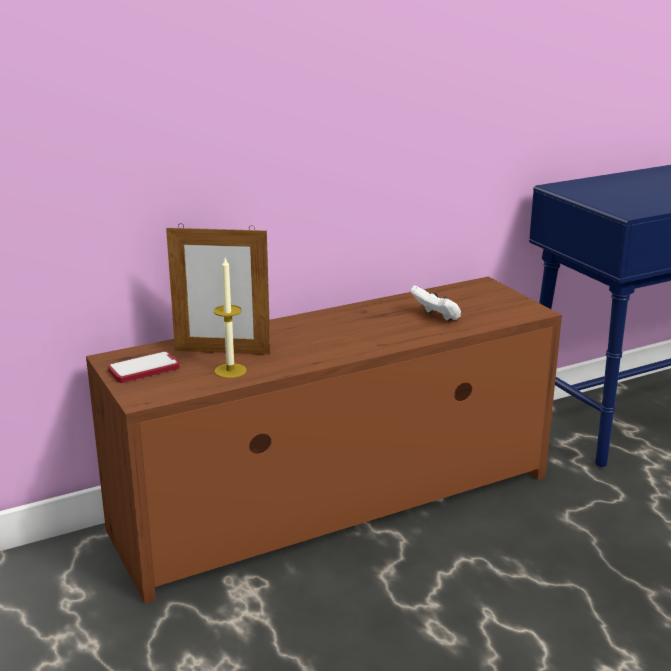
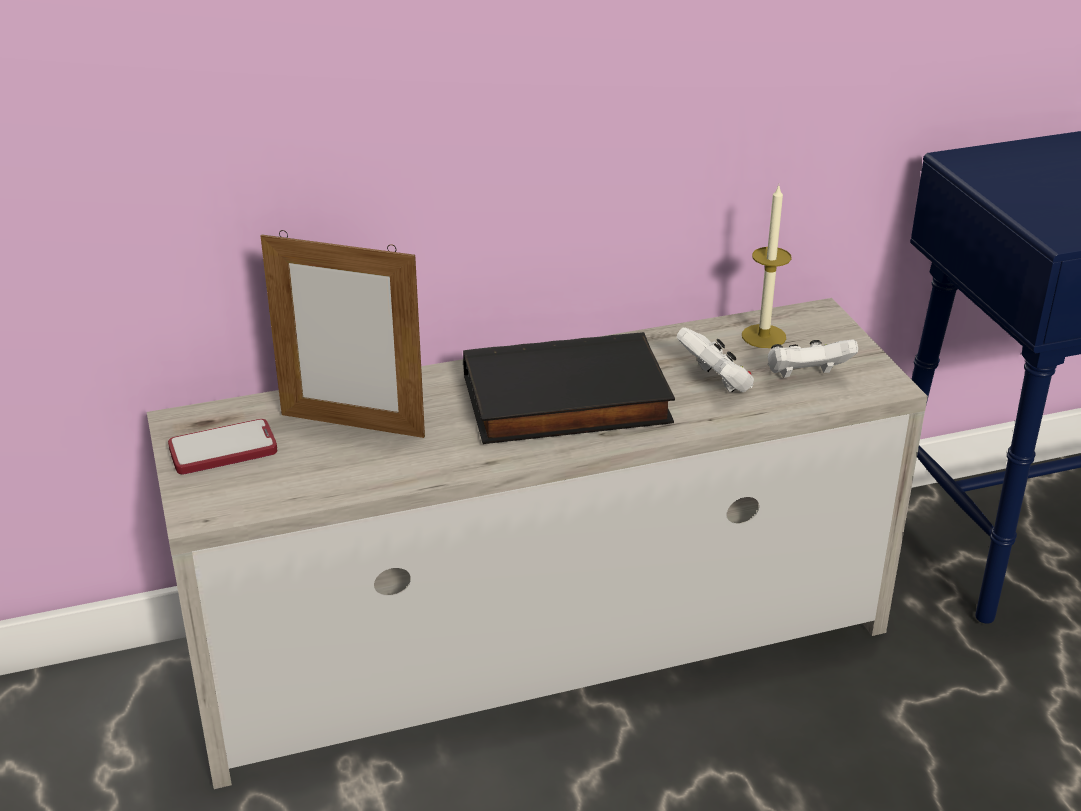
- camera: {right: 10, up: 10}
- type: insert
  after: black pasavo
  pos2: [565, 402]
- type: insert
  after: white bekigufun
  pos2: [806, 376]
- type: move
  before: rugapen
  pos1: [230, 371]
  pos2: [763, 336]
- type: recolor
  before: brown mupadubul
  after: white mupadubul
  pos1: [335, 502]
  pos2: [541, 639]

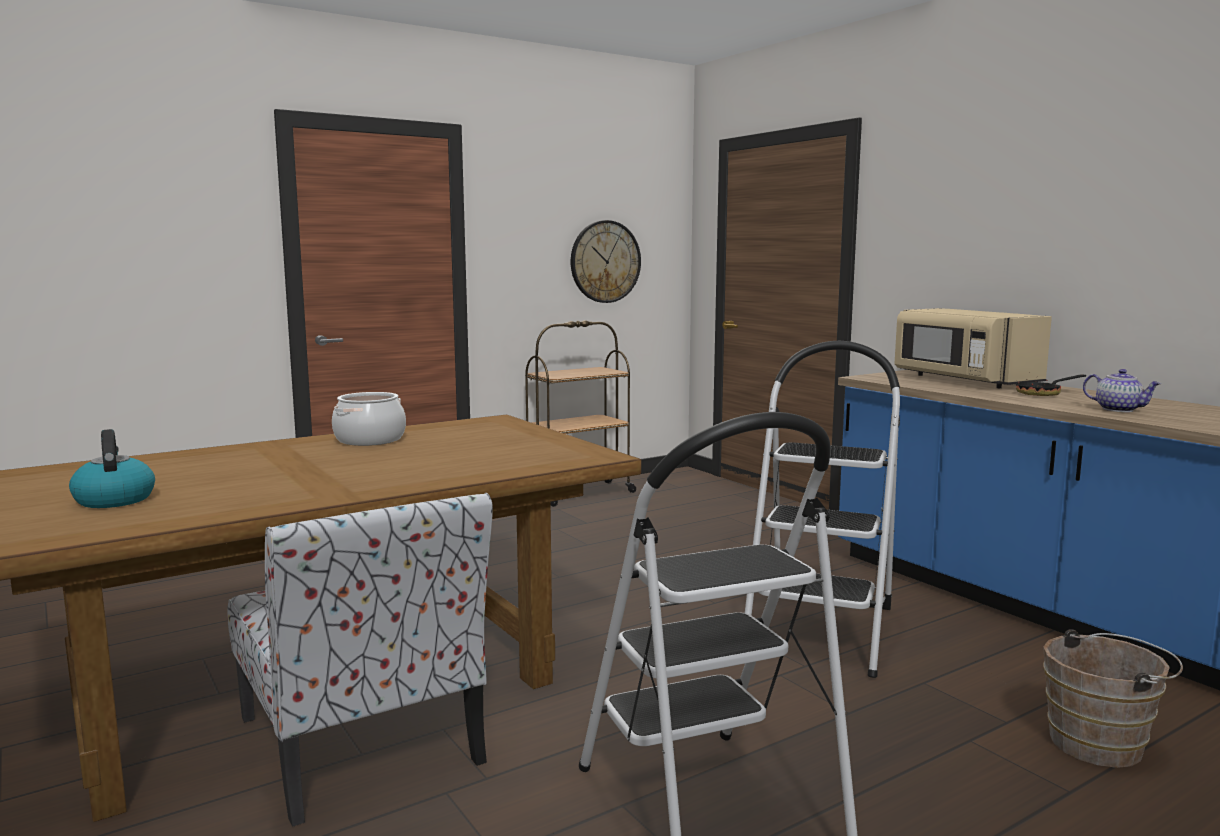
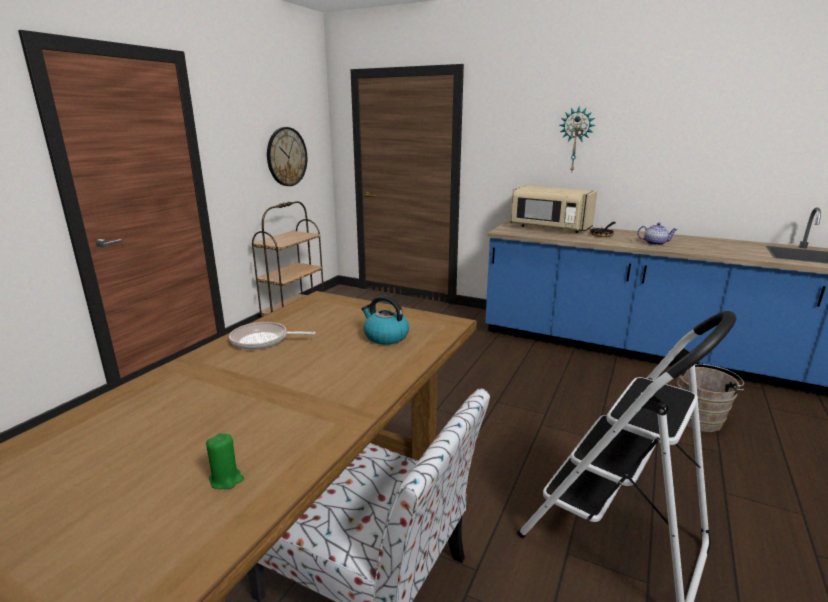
- camera: {right: -30, up: 10}
- type: delete
  before: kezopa
  pos1: [822, 629]
- type: insert
  after: green rugapen
  pos2: [226, 479]
- type: insert
  after: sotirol
  pos2: [575, 140]
- type: move
  before: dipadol
  pos1: [114, 499]
  pos2: [385, 336]
- type: replace
  before: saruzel
  after: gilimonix
  pos1: [370, 440]
  pos2: [263, 340]

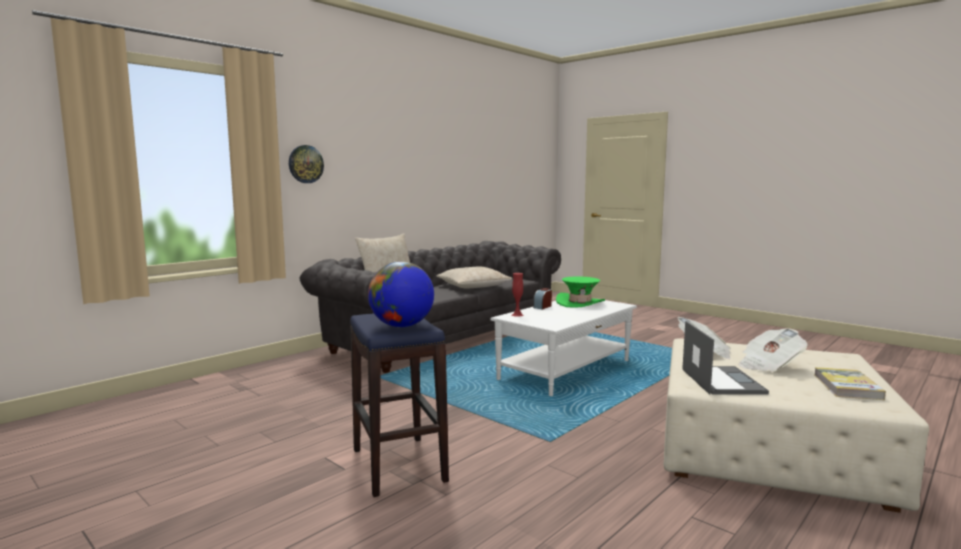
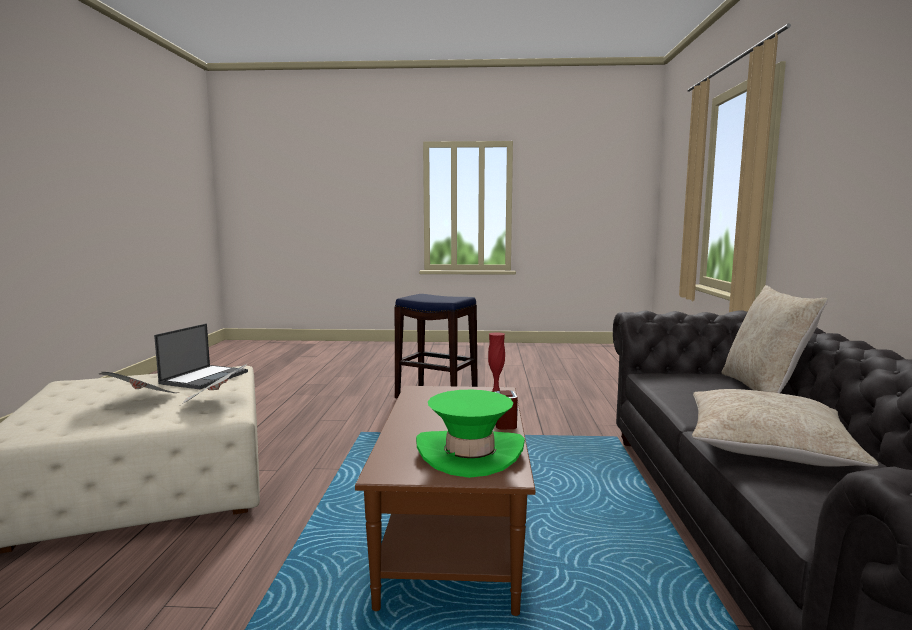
- camera: {right: 140, up: 0}
- type: delete
  before: sotirol
  pos1: [305, 164]
- type: delete
  before: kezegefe
  pos1: [402, 326]
- type: delete
  before: pasavo
  pos1: [847, 386]
- type: recolor
  before: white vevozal
  after: brown vevozal
  pos1: [566, 370]
  pos2: [453, 530]
- type: rotate
  before: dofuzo
  pos1: [721, 381]
  pos2: [205, 377]
  turn: -120

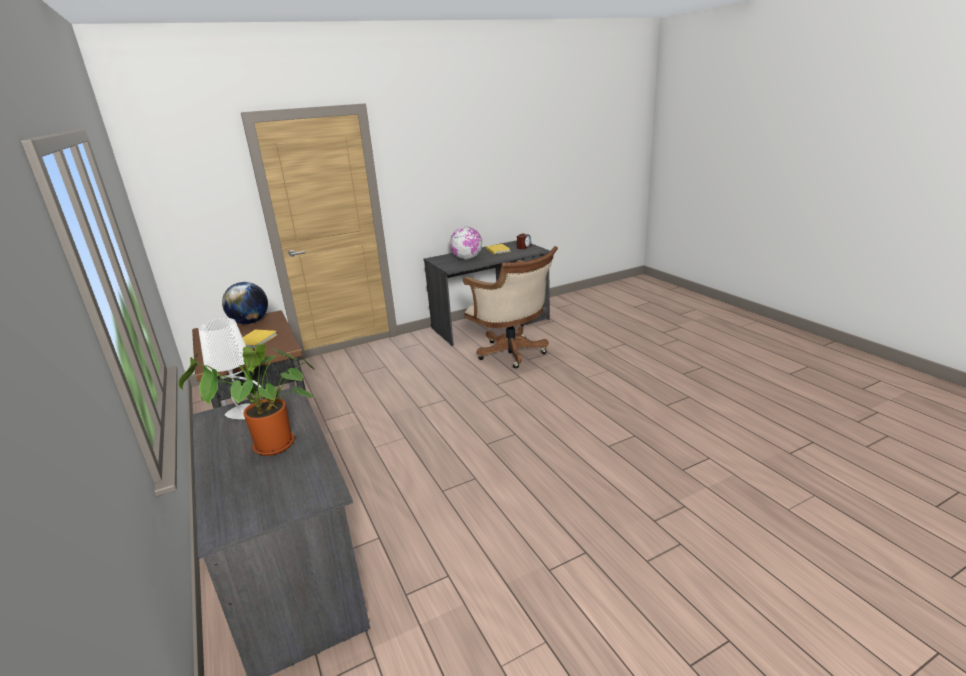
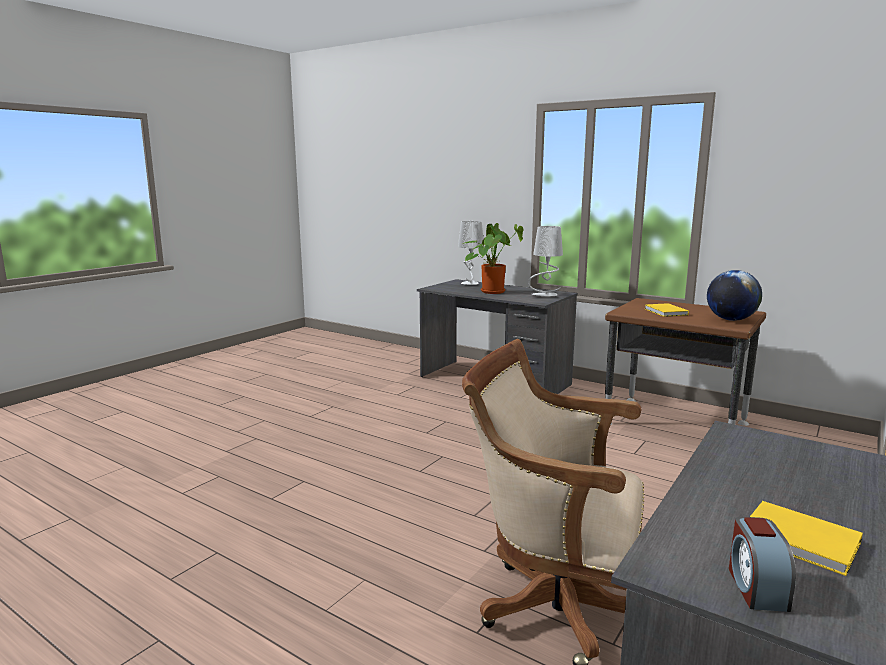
- camera: {right: 150, up: -10}
- type: delete
  before: kezegefe
  pos1: [467, 258]
- type: insert
  after: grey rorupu
  pos2: [470, 283]

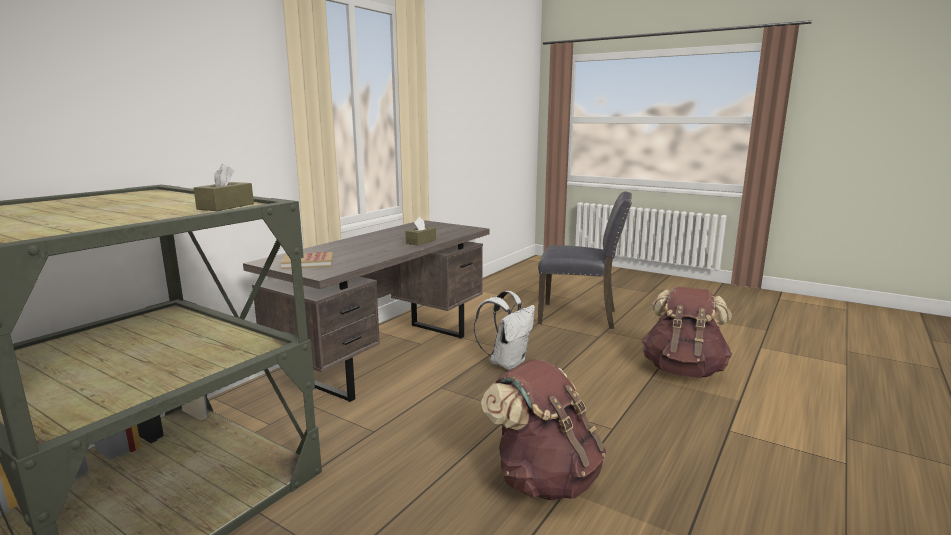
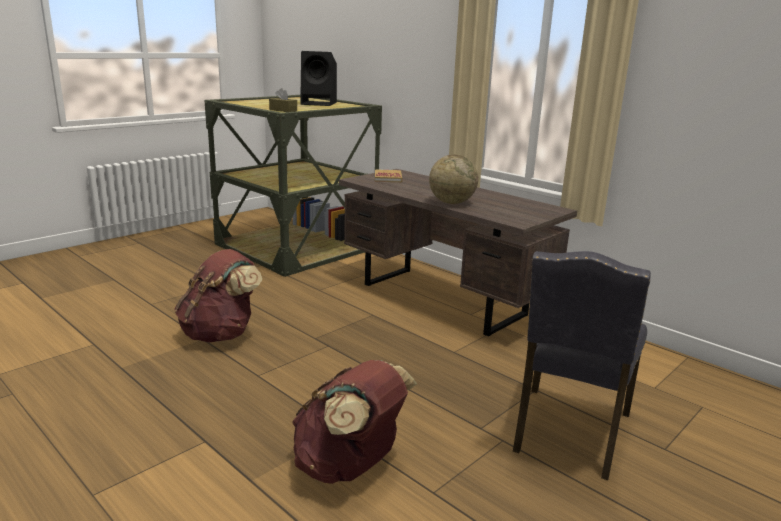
- camera: {right: 100, up: 5}
- type: delete
  before: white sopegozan
  pos1: [507, 362]
- type: insert
  after: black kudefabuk
  pos2: [320, 103]
- type: replace
  before: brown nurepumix
  after: kezegefe
  pos1: [421, 242]
  pos2: [451, 202]

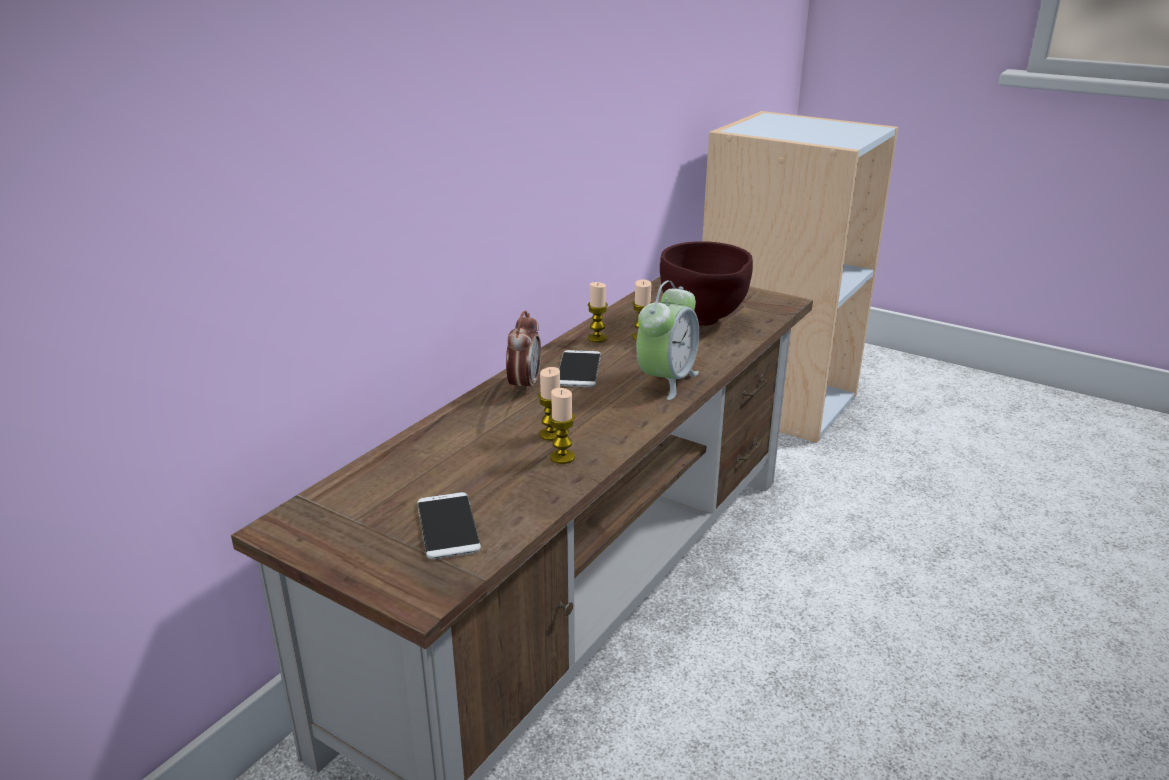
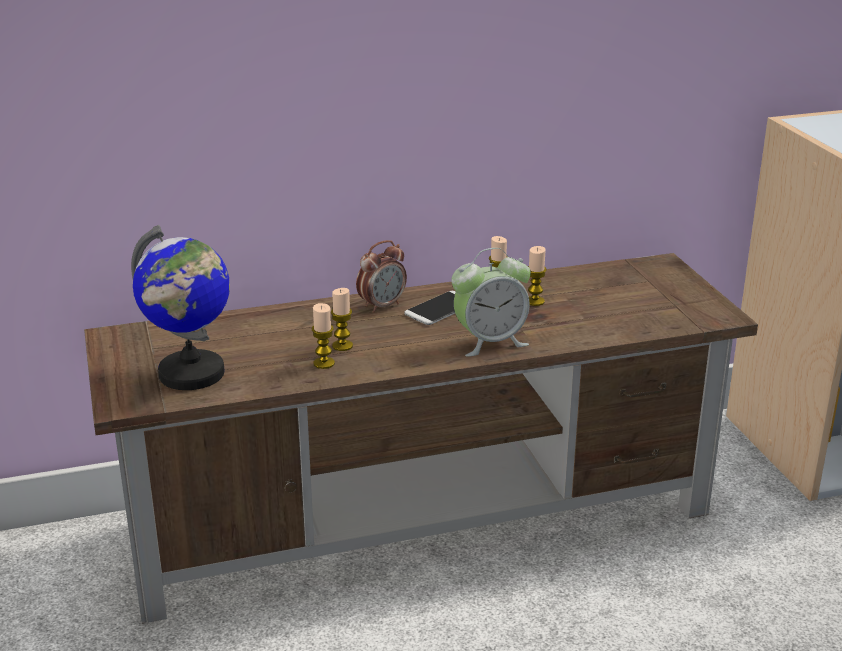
- camera: {right: 40, up: 0}
- type: delete
  before: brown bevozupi
  pos1: [703, 322]
- type: replace
  before: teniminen
  after: kezegefe
  pos1: [448, 526]
  pos2: [191, 374]

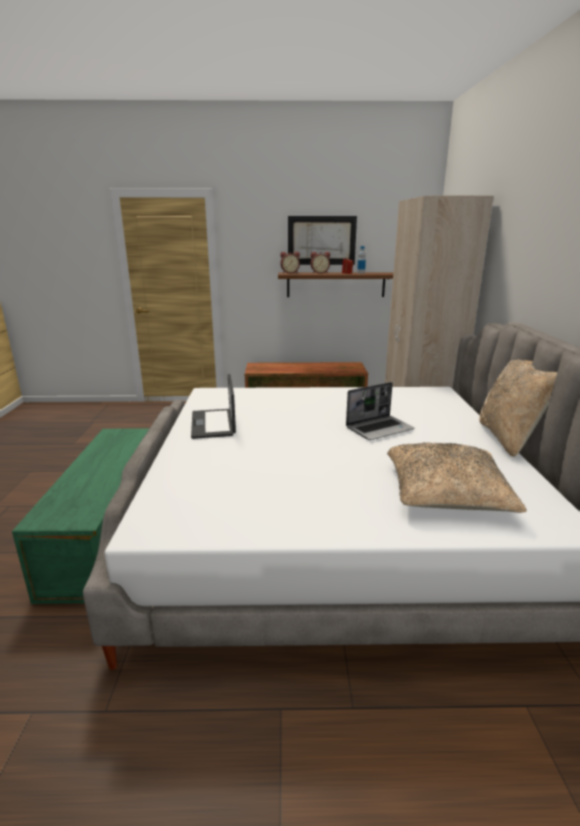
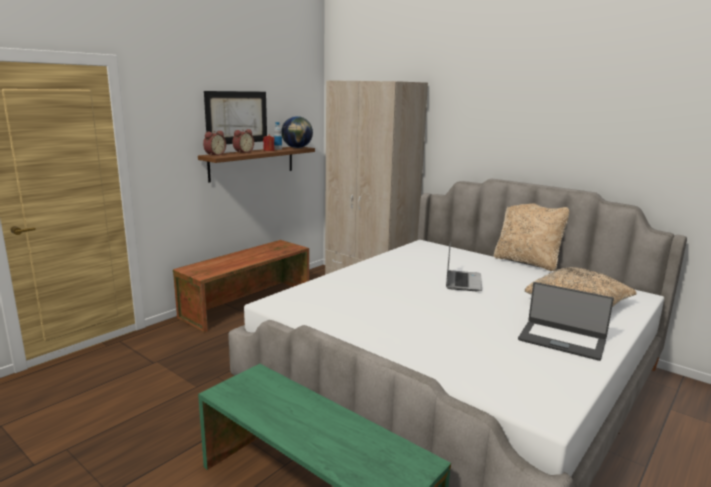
- camera: {right: -50, up: -5}
- type: insert
  after: kezegefe
  pos2: [297, 148]
- type: move
  before: dofuzo
  pos1: [214, 424]
  pos2: [562, 340]

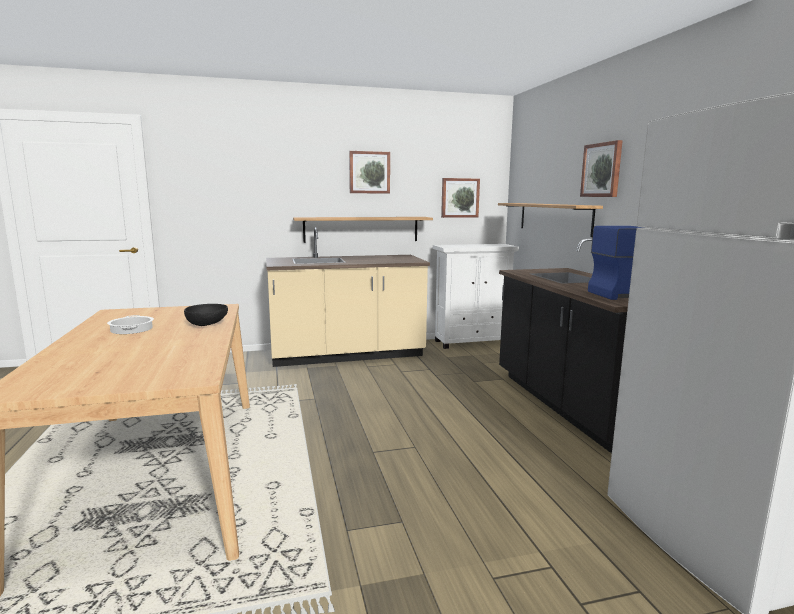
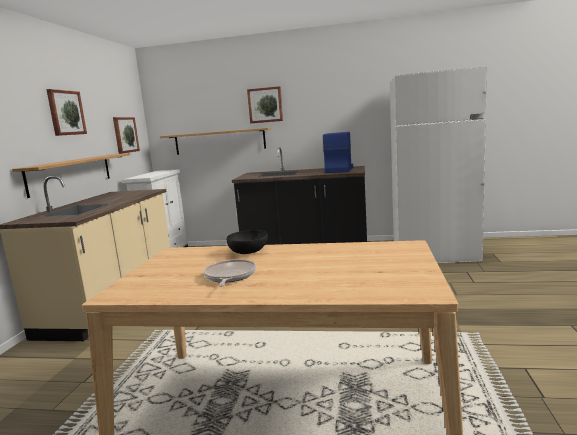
- camera: {right: -65, up: 0}
- type: replace
  before: saruzel
  after: gilimonix
  pos1: [131, 329]
  pos2: [230, 276]

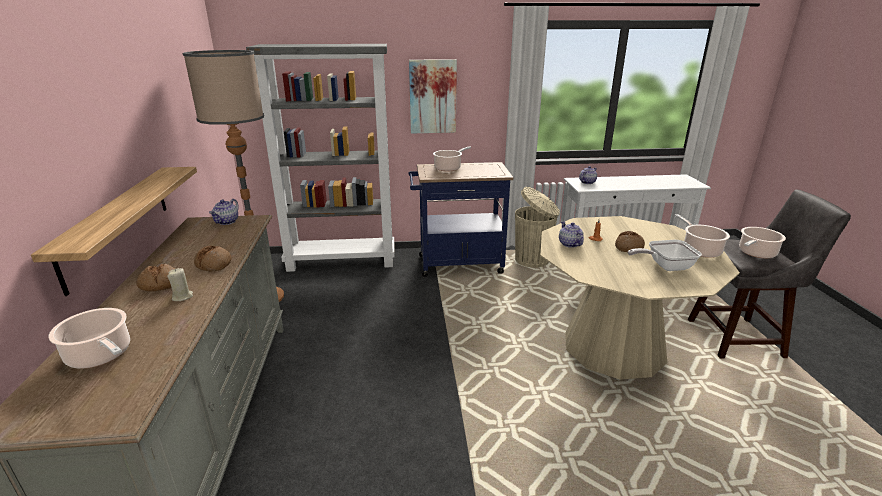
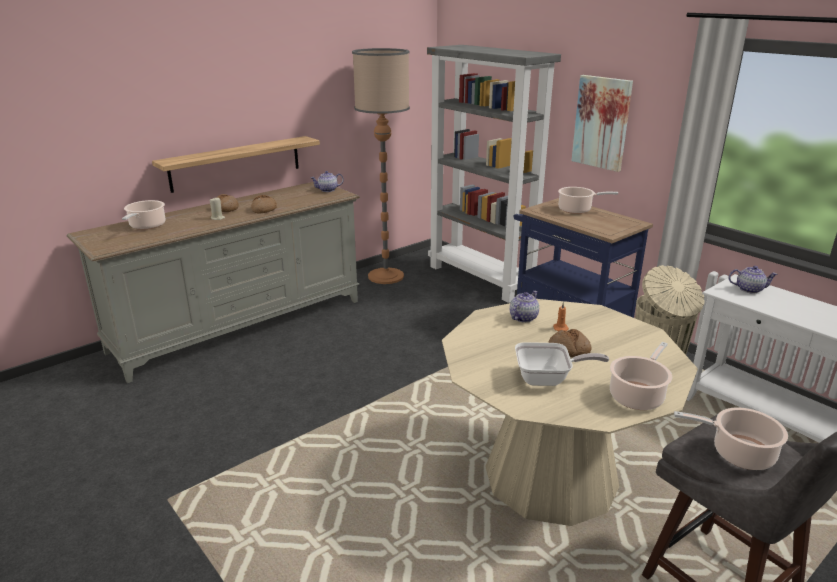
- camera: {right: 55, up: 0}
- type: rotate
  before: gilimonix
  pos1: [665, 266]
  pos2: [548, 379]
  turn: 135

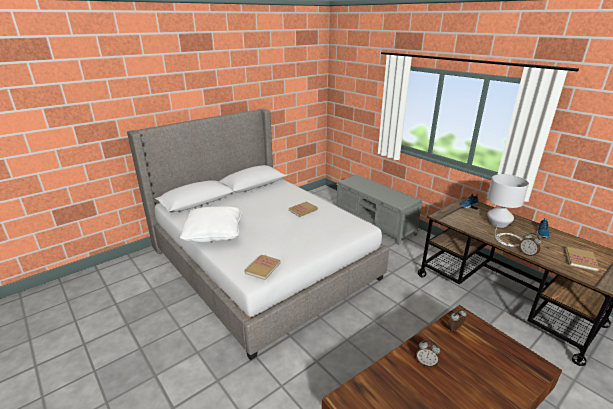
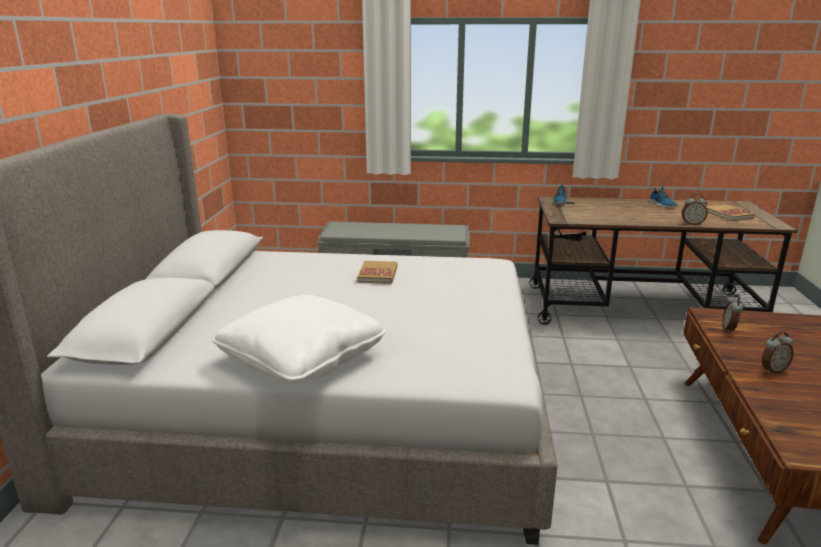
- camera: {right: -45, up: -5}
- type: delete
  before: pasavo
  pos1: [262, 268]
- type: delete
  before: white rorupu
  pos1: [502, 229]

